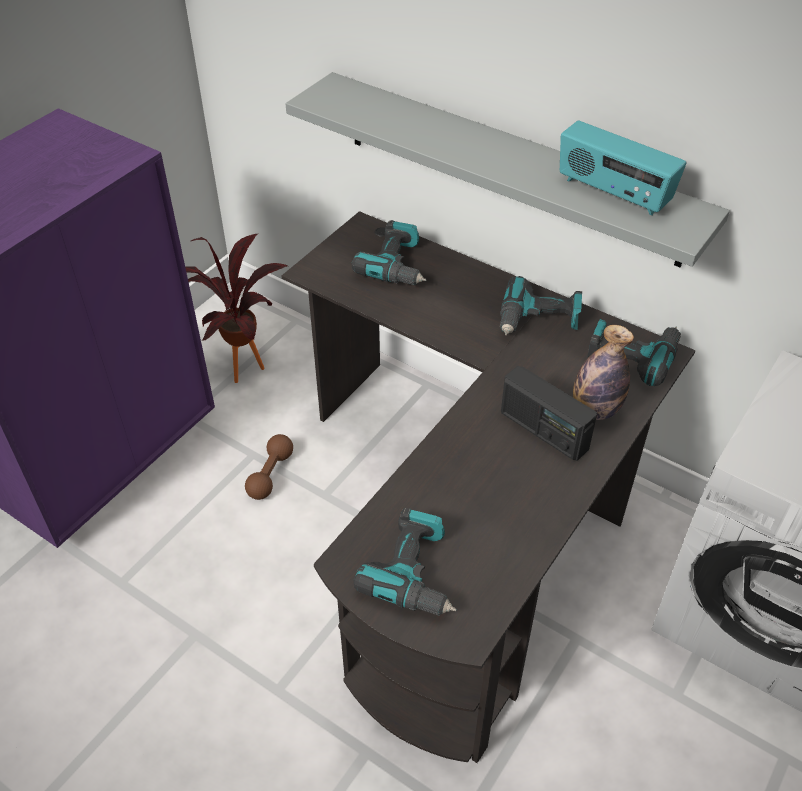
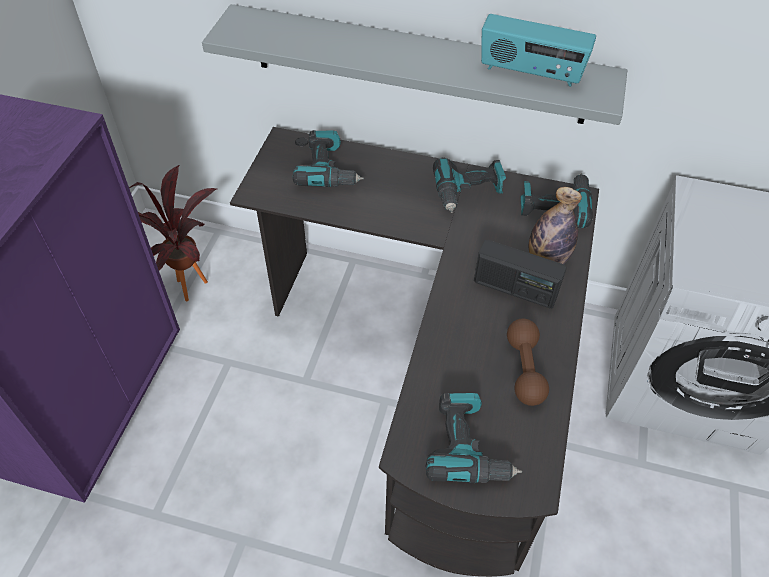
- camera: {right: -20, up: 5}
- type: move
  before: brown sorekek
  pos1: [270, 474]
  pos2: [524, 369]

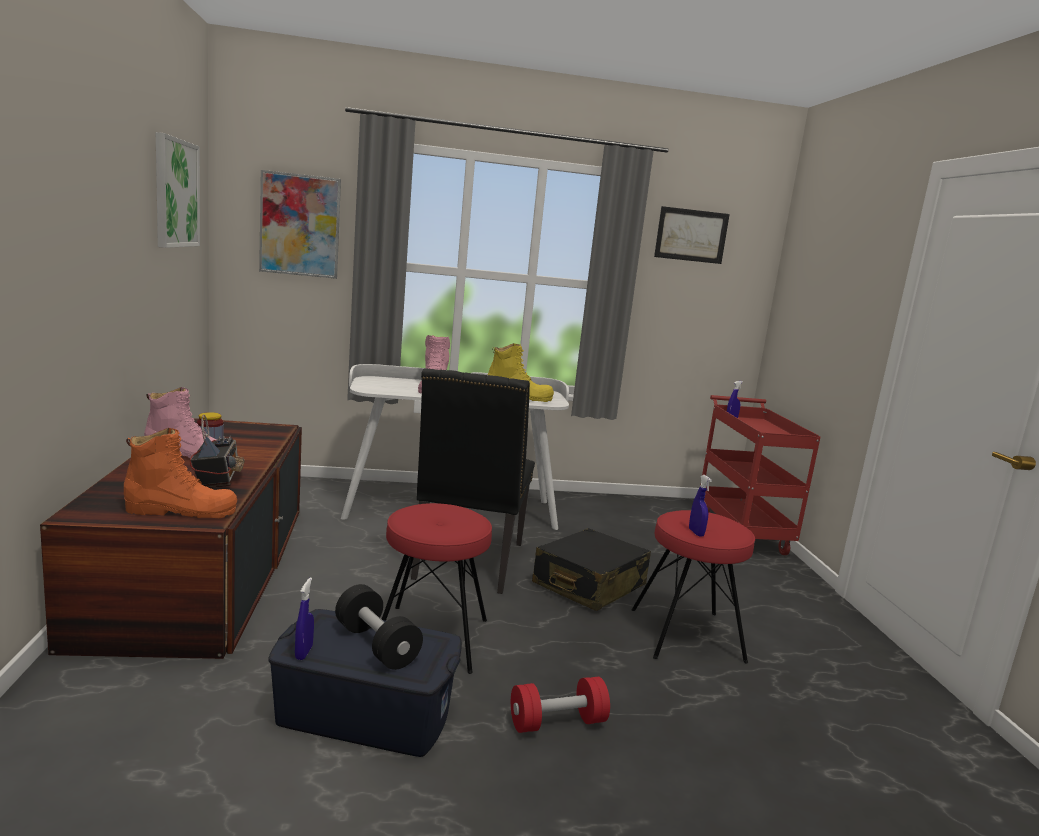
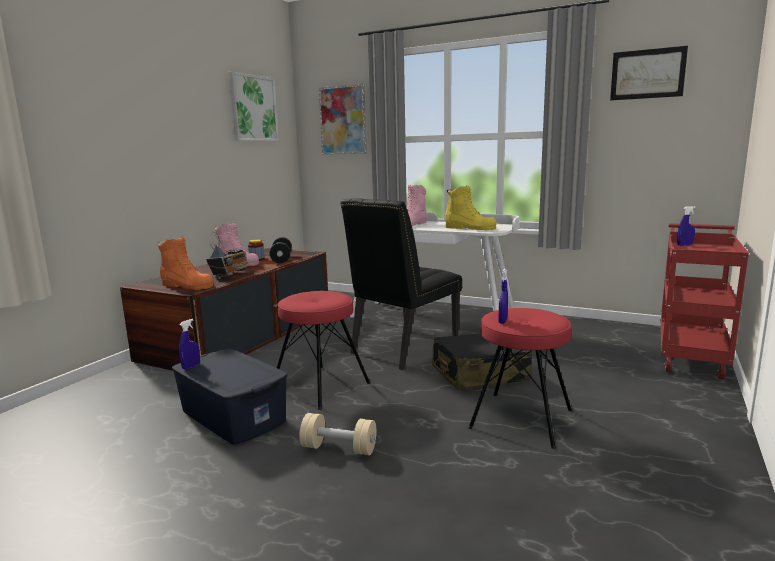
- camera: {right: 35, up: 0}
- type: move
  before: black sorekek
  pos1: [376, 645]
  pos2: [281, 259]
- type: recolor
  before: red sorekek
  after: beige sorekek
  pos1: [557, 722]
  pos2: [339, 448]

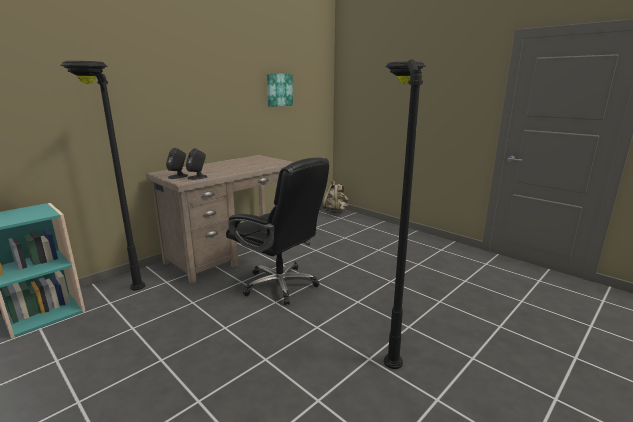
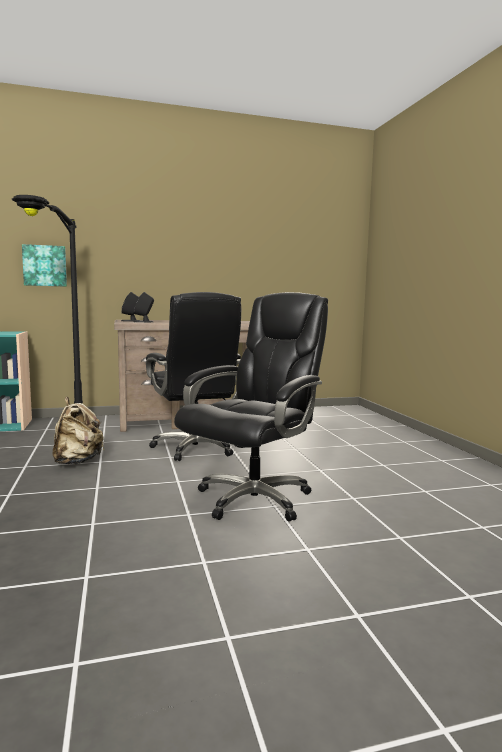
- camera: {right: 30, up: -10}
- type: move
  before: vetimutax
  pos1: [279, 90]
  pos2: [45, 265]
- type: move
  before: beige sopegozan
  pos1: [336, 211]
  pos2: [77, 462]
- type: replace
  before: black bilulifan
  after: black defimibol
  pos1: [389, 326]
  pos2: [252, 500]

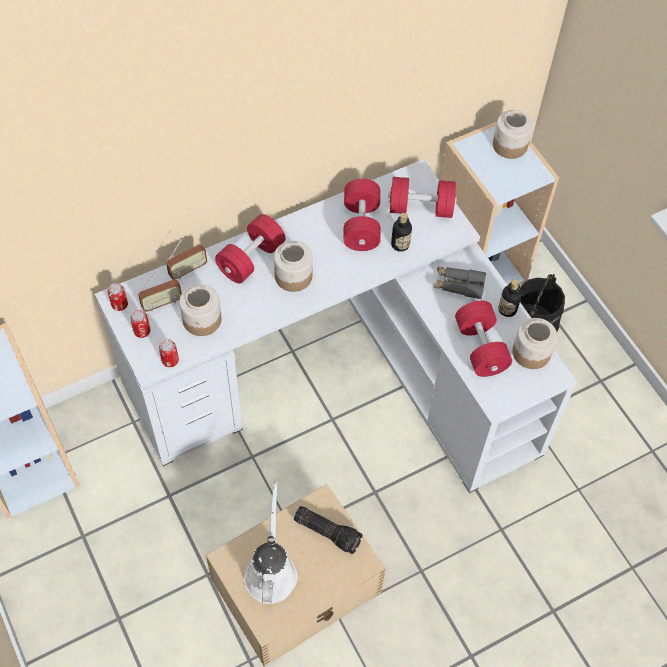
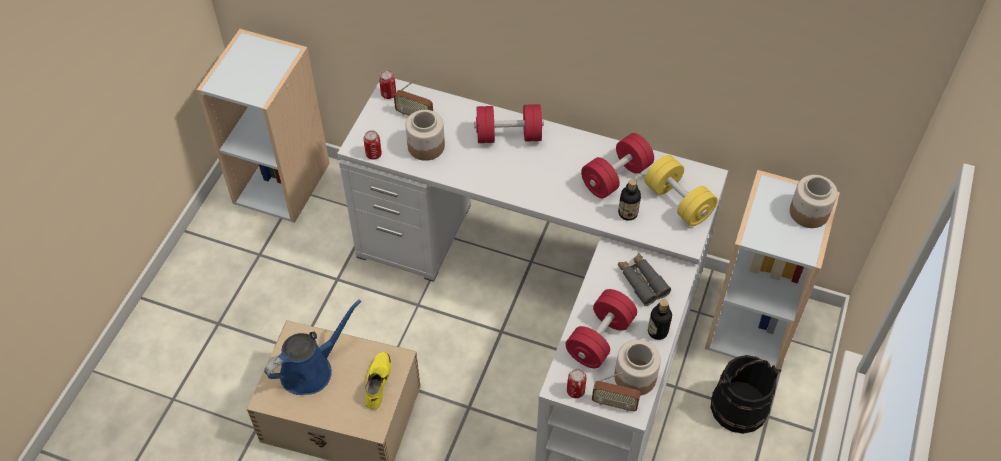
- camera: {right: 50, up: -5}
- type: delete
  before: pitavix
  pos1: [293, 276]
- type: move
  before: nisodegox
  pos1: [142, 331]
  pos2: [575, 391]
- type: move
  before: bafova
  pos1: [188, 270]
  pos2: [614, 403]
- type: replace
  before: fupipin
  after: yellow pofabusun
  pos1: [328, 531]
  pos2: [377, 382]
- type: recolor
  before: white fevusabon
  after: blue fevusabon
  pos1: [271, 571]
  pos2: [311, 369]
- type: recolor
  before: red sorekek
  after: yellow sorekek
  pos1: [420, 208]
  pos2: [678, 202]

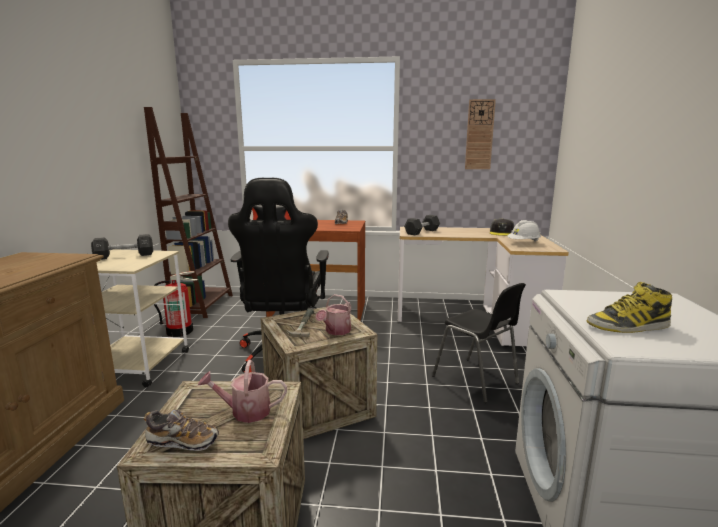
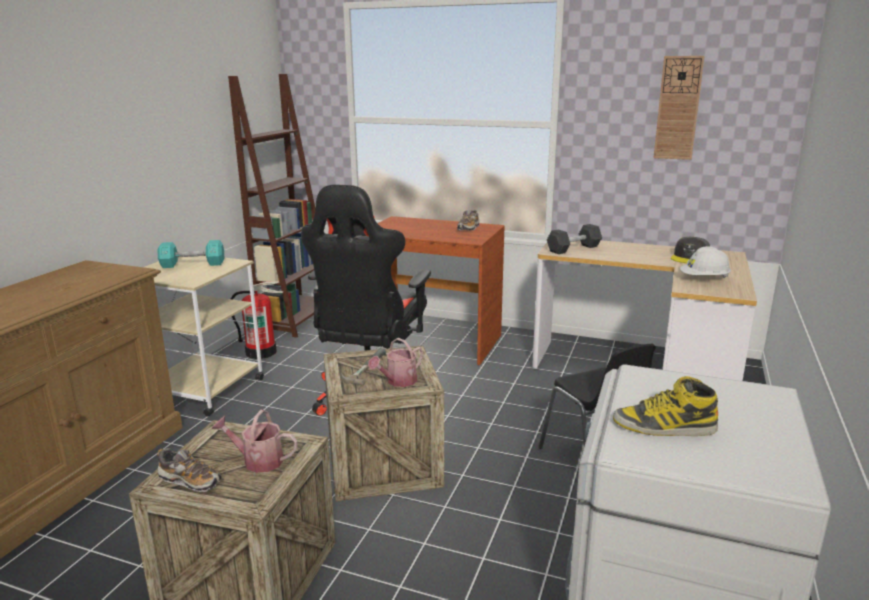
- camera: {right: 15, up: 5}
- type: recolor
  before: black sorekek
  after: turquoise sorekek
  pos1: [124, 256]
  pos2: [193, 264]

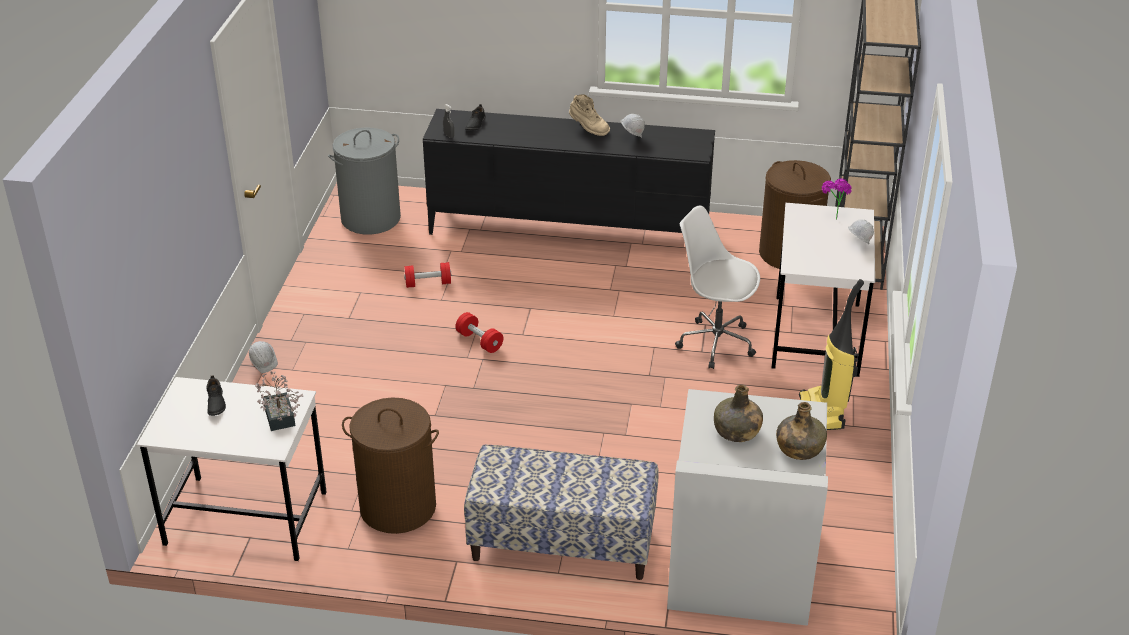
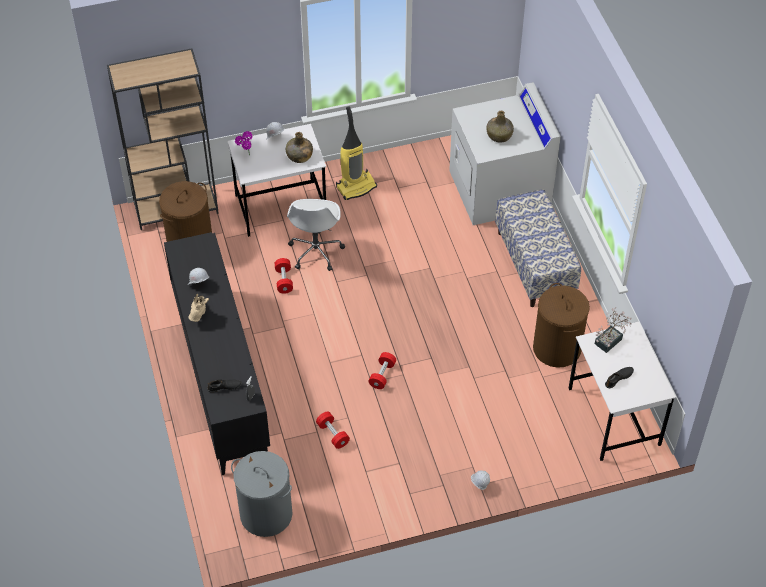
- camera: {right: -115, up: 15}
- type: insert
  after: red sorekek
  pos2: [284, 280]
- type: move
  before: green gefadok
  pos1: [799, 448]
  pos2: [299, 156]

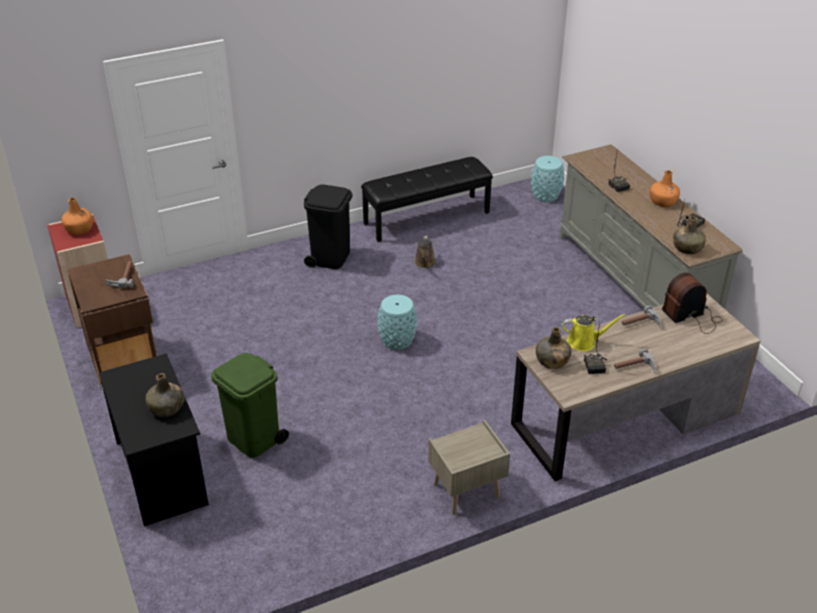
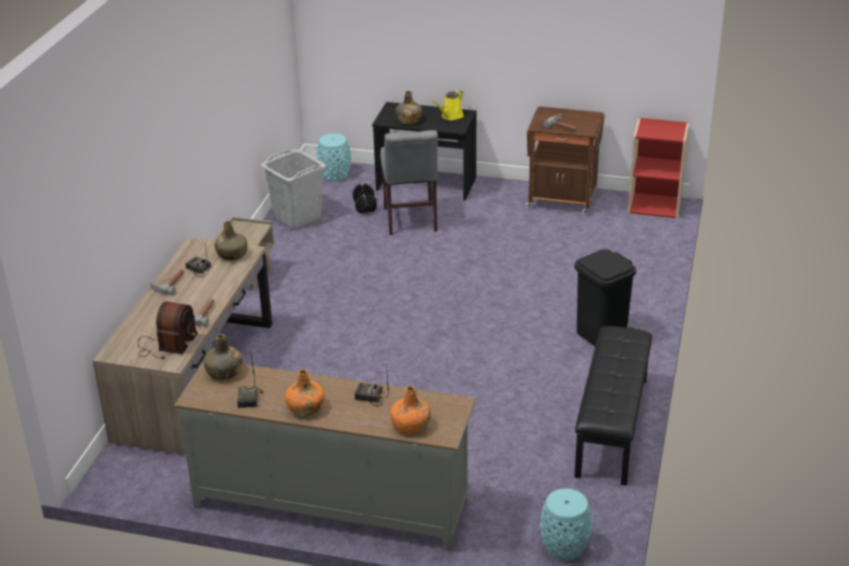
- camera: {right: 130, up: -5}
- type: delete
  before: brown fevusabon
  pos1: [425, 263]
- type: insert
  after: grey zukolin
  pos2: [297, 217]
- type: insert
  after: black sorekek
  pos2: [365, 206]
- type: move
  before: orange gefadok
  pos1: [80, 229]
  pos2: [410, 426]
- type: move
  before: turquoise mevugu
  pos1: [397, 340]
  pos2: [335, 175]
- type: move
  before: yellow fevusabon
  pos1: [584, 342]
  pos2: [451, 116]
- type: replace
  before: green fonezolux
  after: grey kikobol
  pos1: [254, 439]
  pos2: [410, 222]

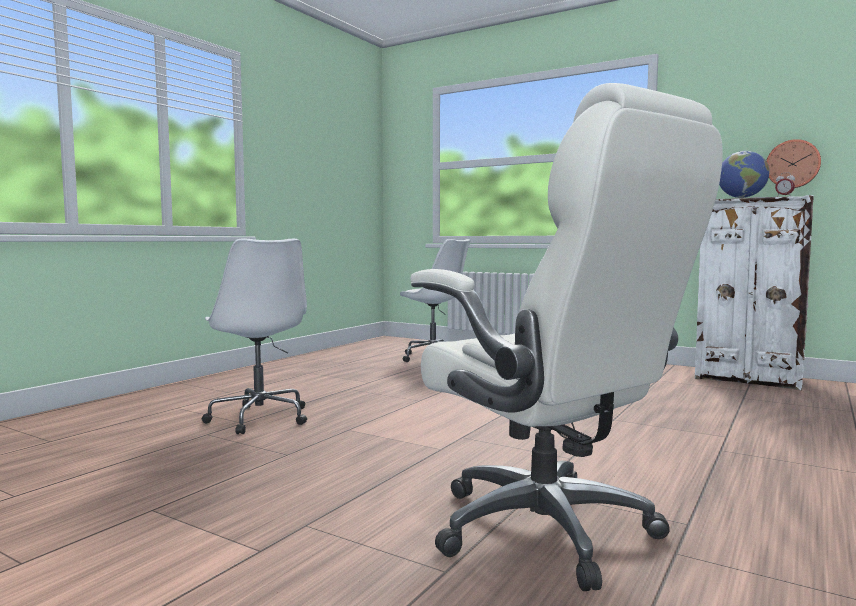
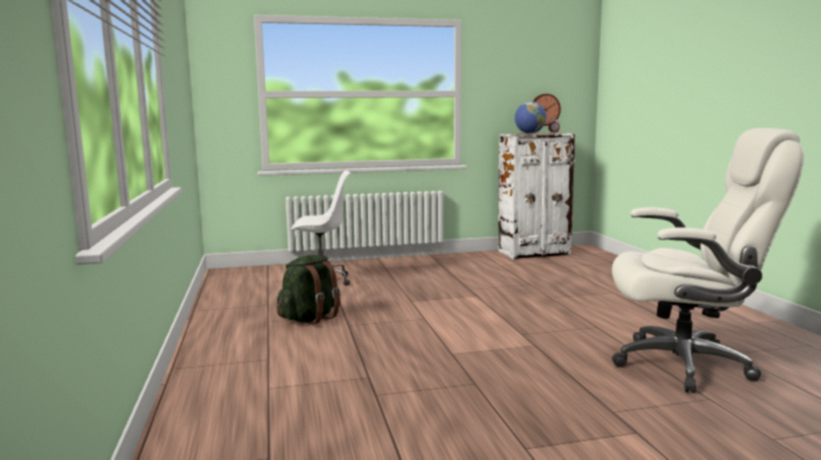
- camera: {right: -45, up: 5}
- type: delete
  before: white defimibol
  pos1: [260, 419]
- type: insert
  after: green sopegozan
  pos2: [310, 318]

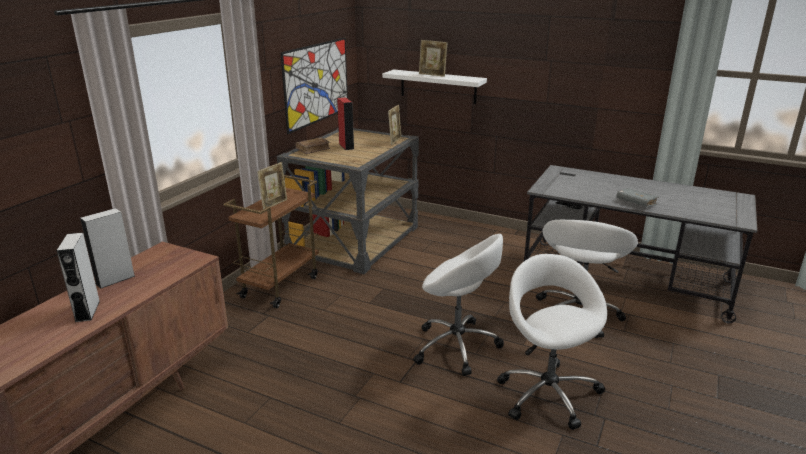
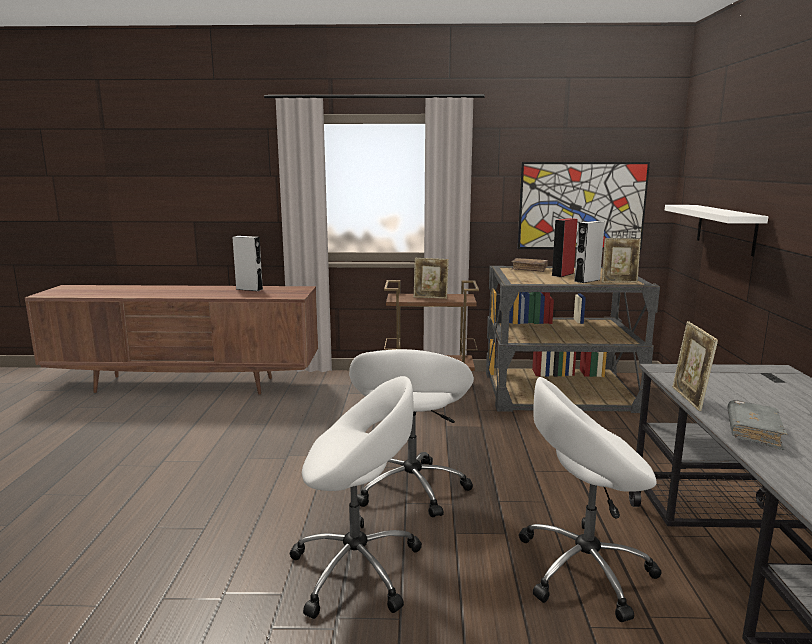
- camera: {right: 65, up: -10}
- type: move
  before: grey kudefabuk
  pos1: [87, 311]
  pos2: [587, 280]
- type: move
  before: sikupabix
  pos1: [432, 75]
  pos2: [689, 399]
- type: rotate
  before: white defimibol
  pos1: [547, 394]
  pos2: [359, 568]
  turn: 60

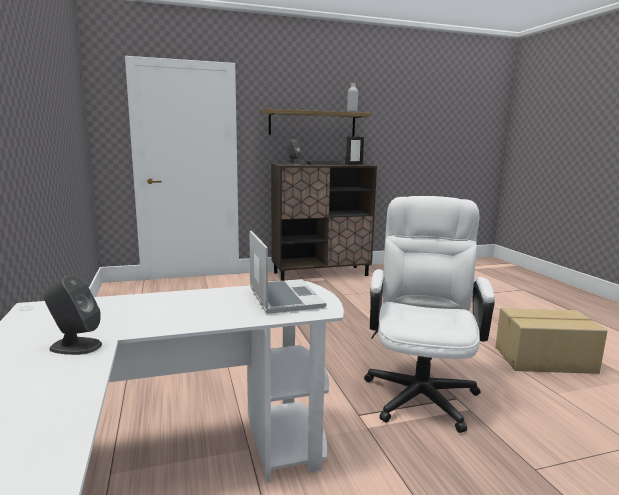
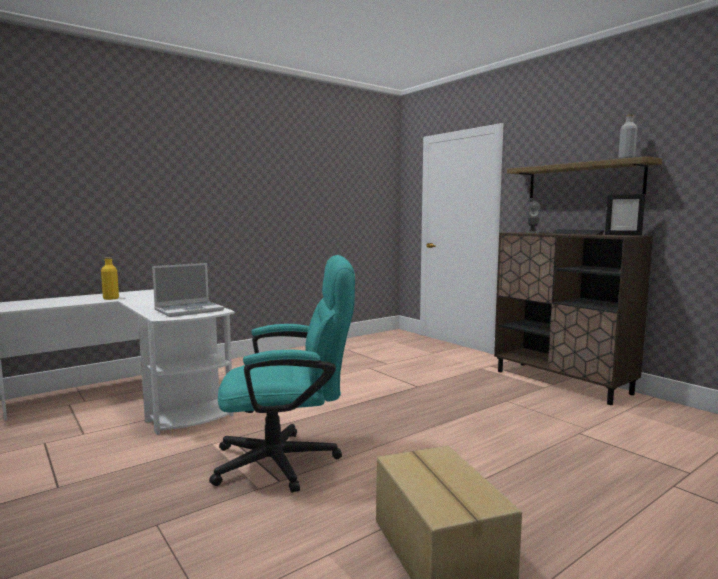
- camera: {right: 70, up: -5}
- type: replace
  before: grey kudefabuk
  after: yellow gefadok
  pos1: [75, 346]
  pos2: [111, 298]
- type: recolor
  before: white defimibol
  after: turquoise defimibol
  pos1: [421, 389]
  pos2: [288, 461]

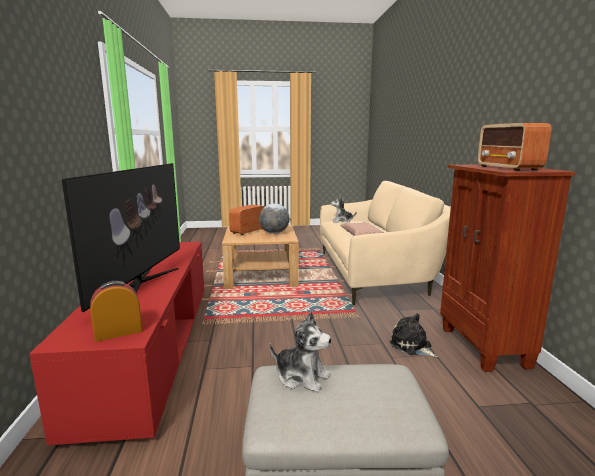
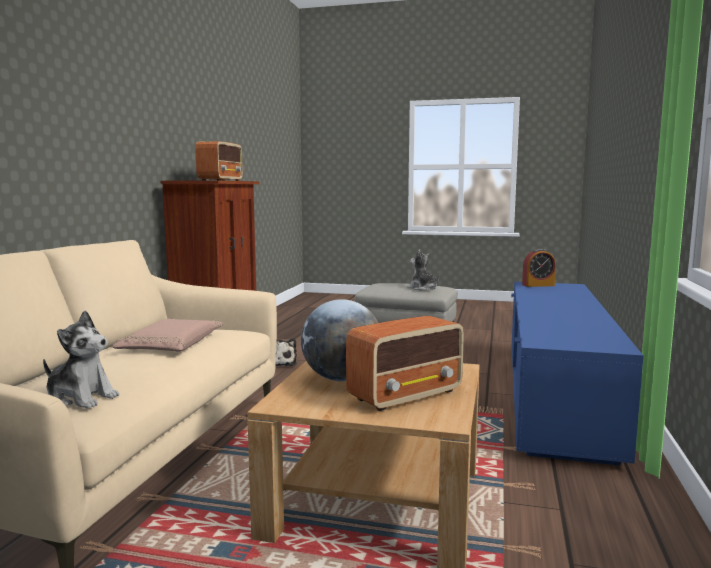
- camera: {right: -160, up: -5}
- type: delete
  before: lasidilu
  pos1: [140, 285]
- type: recolor
  before: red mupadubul
  after: blue mupadubul
  pos1: [152, 347]
  pos2: [556, 394]

